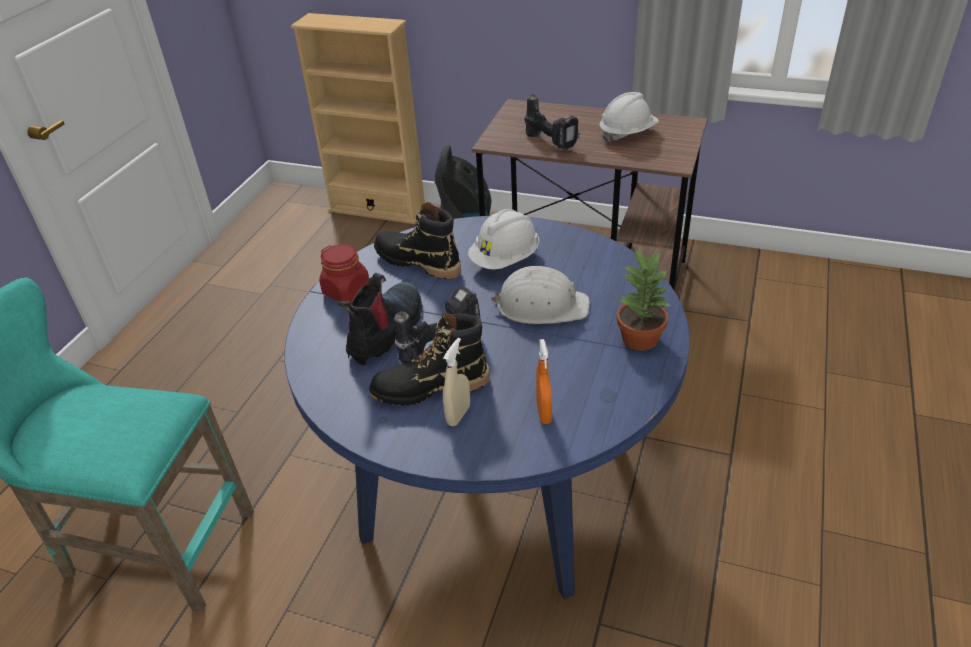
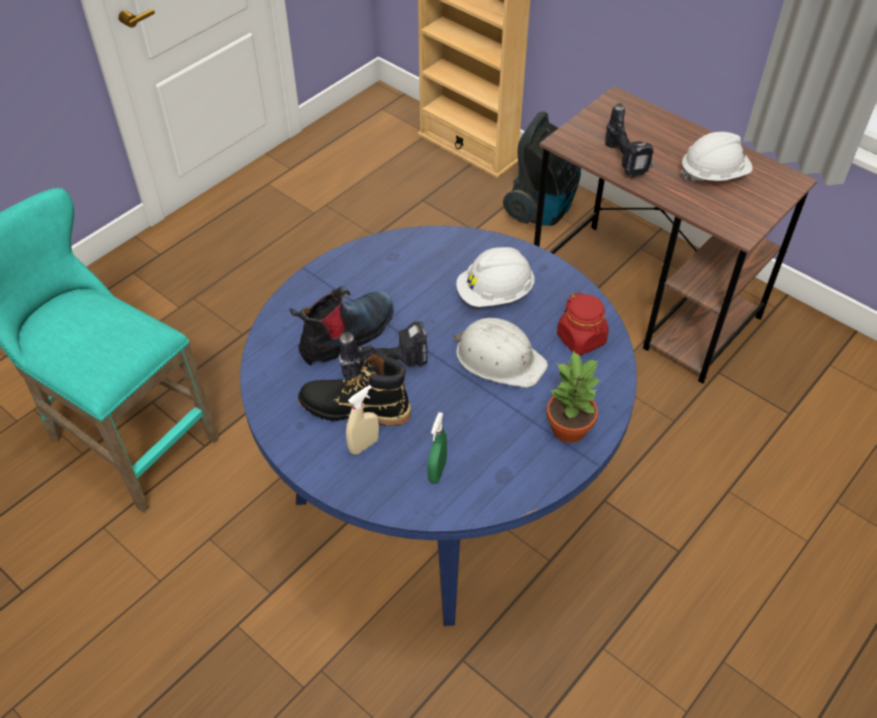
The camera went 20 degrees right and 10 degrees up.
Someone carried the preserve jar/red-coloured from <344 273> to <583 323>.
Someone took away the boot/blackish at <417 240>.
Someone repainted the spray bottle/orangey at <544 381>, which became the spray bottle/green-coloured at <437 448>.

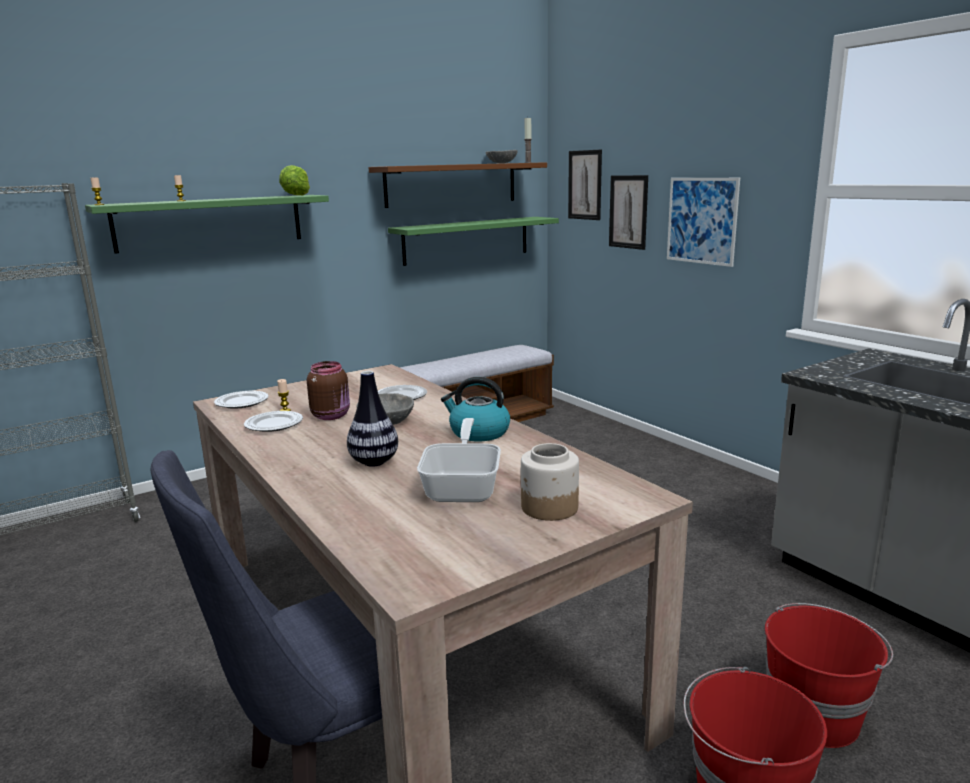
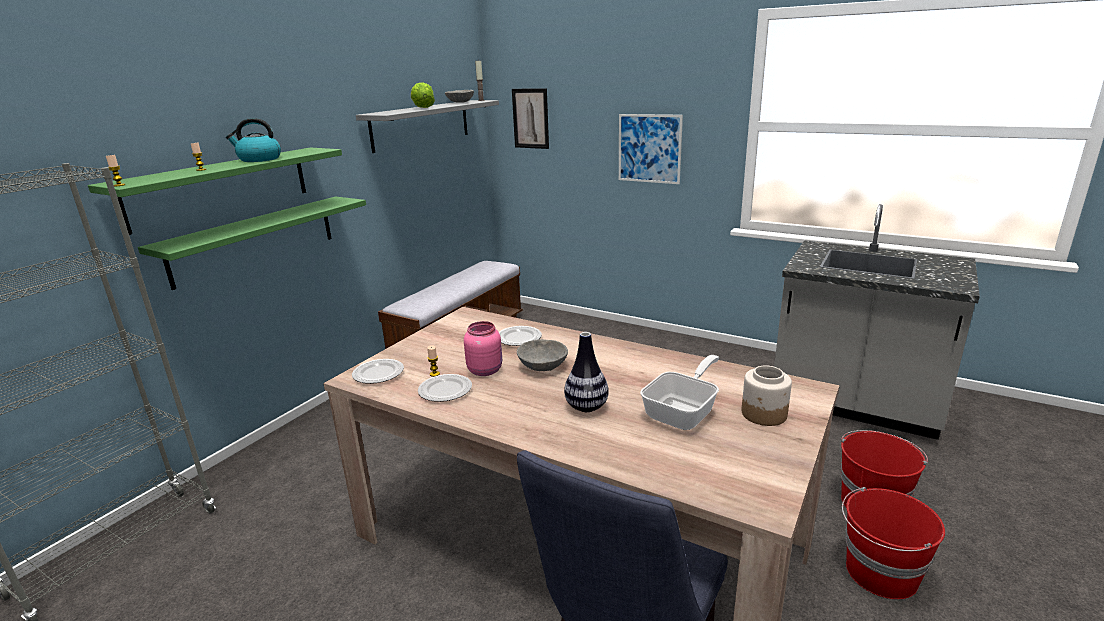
The camera went 25 degrees left and 5 degrees up.
Someone carried the lettuce head from <294 180> to <423 95>.
Someone repainted the preserve jar/brown-coloured at <328 390>, which became the preserve jar/pink at <483 348>.
Someone repainted the bracket shelf/brown-coloured at <458 185>, which became the bracket shelf/greyish at <427 126>.
Someone carried the bracket shelf/green-coloured from <473 241> to <252 243>.
Someone rotated the frying pan at <459 460> by 60 degrees clockwise.
Someone carried the water kettle from <475 409> to <253 140>.
Someone took away the wall art at <628 212>.

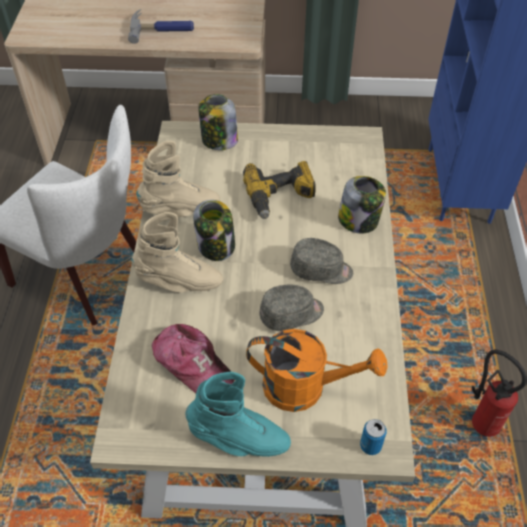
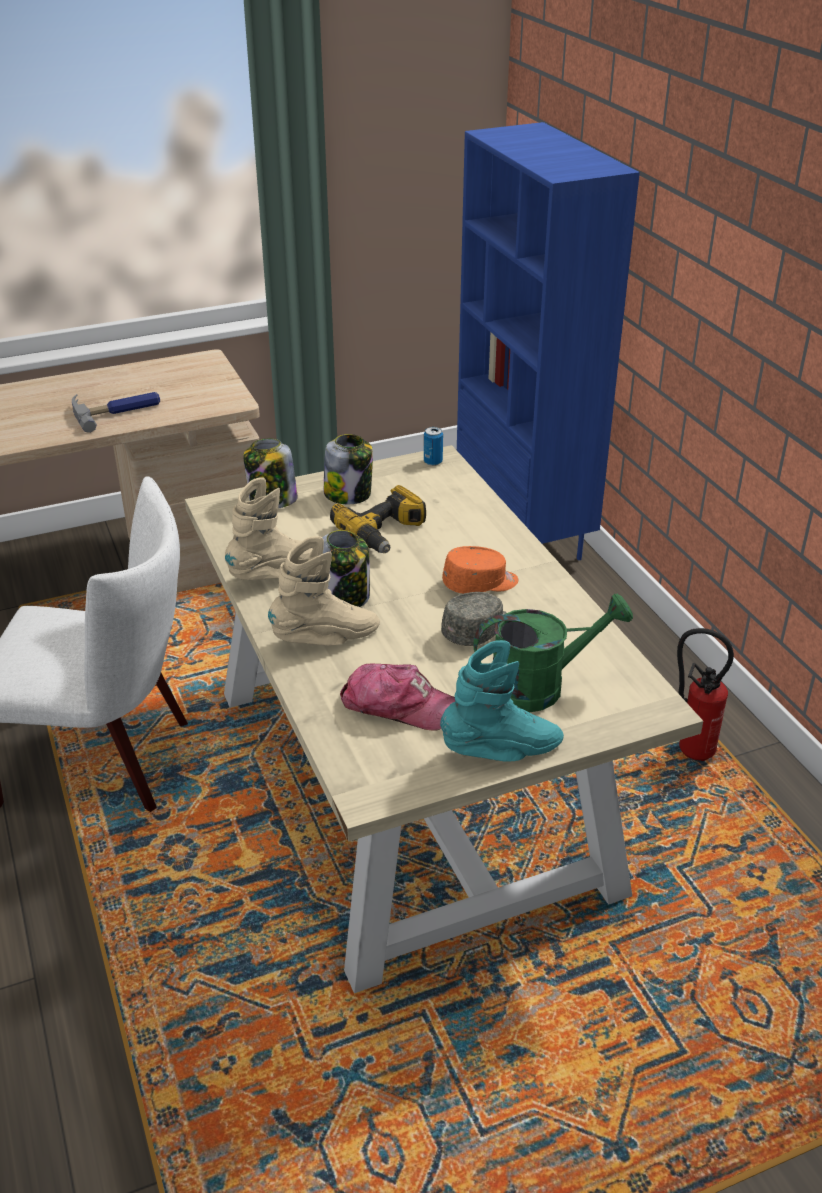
The camera went 25 degrees left and 15 degrees down.
Someone repainted the watering can/orangey at <316 370>, which became the watering can/green-coloured at <553 653>.
Someone repainted the cap/greyish at <321 261>, which became the cap/orangey at <480 570>.
Someone carried the preserve jar from <362 204> to <348 469>.
Someone carried the sealed can from <373 437> to <433 446>.

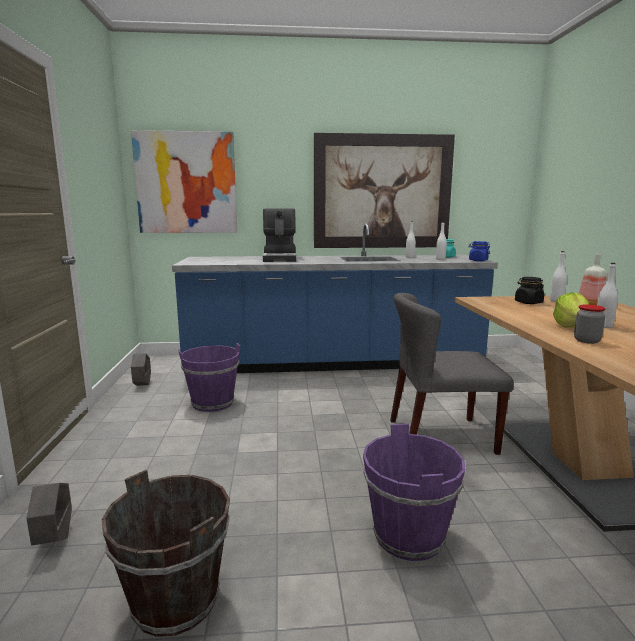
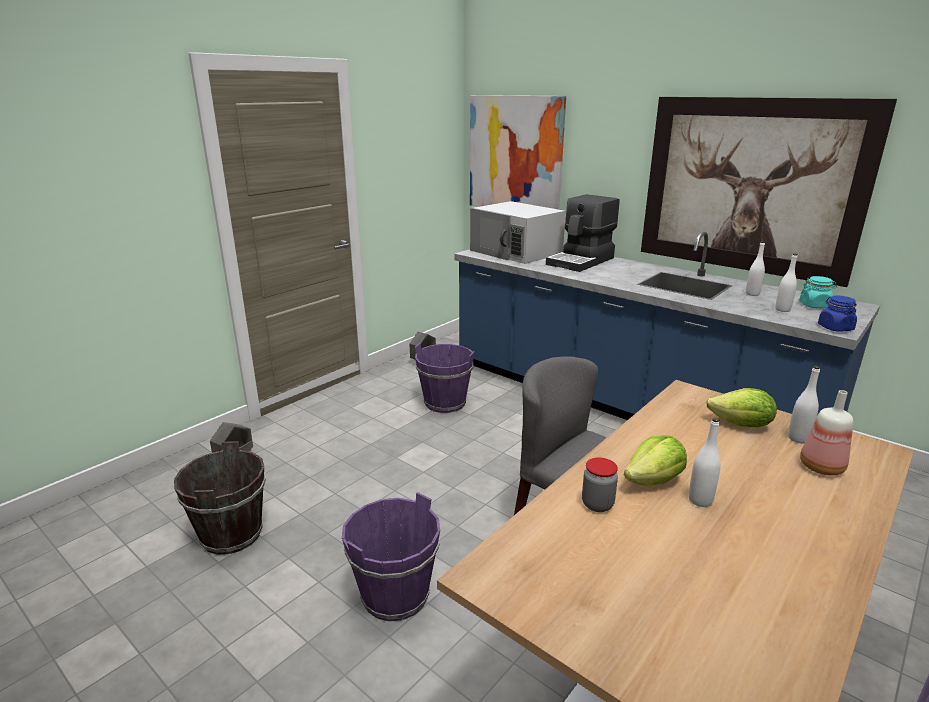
The camera went 45 degrees right and 10 degrees up.
Someone swapped the preserve jar/blackish at <529 290> for the lettuce head at <741 407>.
Someone put down the microwave oven/white at <518 232>.

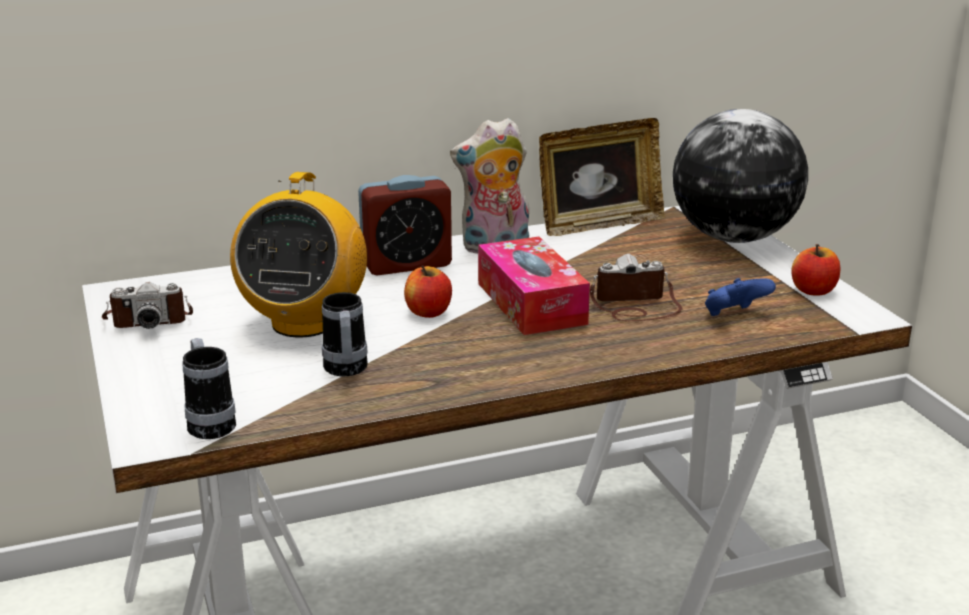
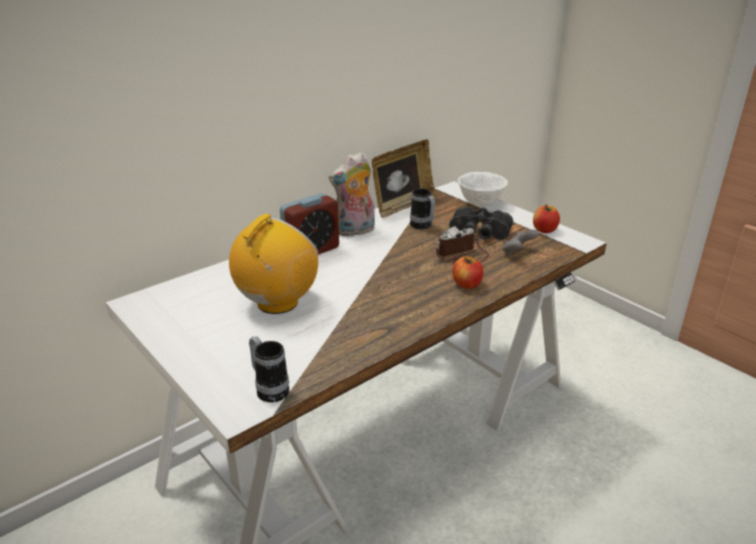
The camera went 20 degrees left and 5 degrees up.
Someone took away the still camera at <147 305>.
Someone rotated the radio receiver at <298 255> by 135 degrees counterclockwise.
Someone carried the mug from <345 334> to <422 208>.
Someone carried the apple fruit from <428 291> to <468 272>.
Someone took away the tissue holder at <534 285>.
Someone swapped the desk globe at <740 176> for the serving bowl/white at <483 189>.
Someone repainted the gamepad/blue at <740 297>, which became the gamepad/greyish at <520 242>.
Someone put down the pair of binoculars/blackish at <481 223>.

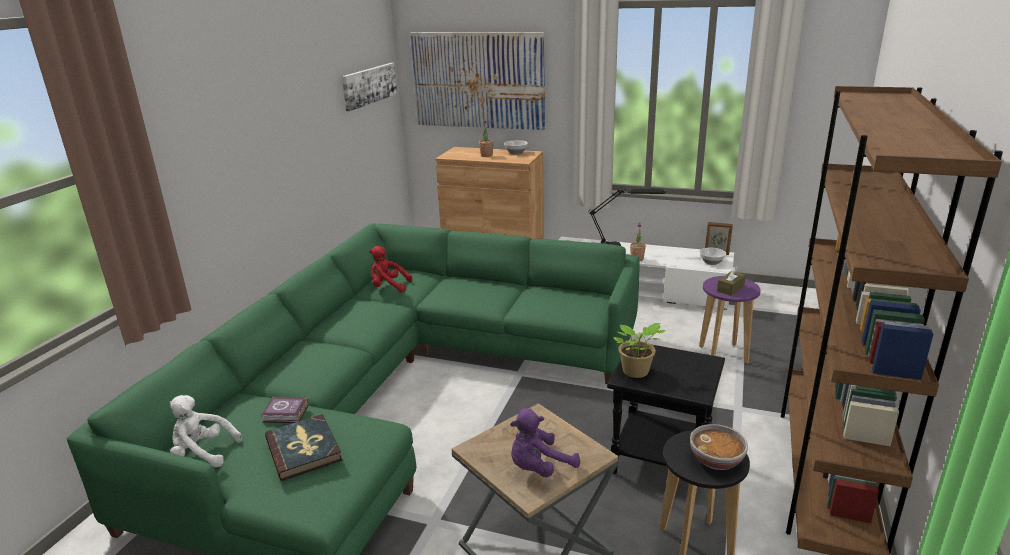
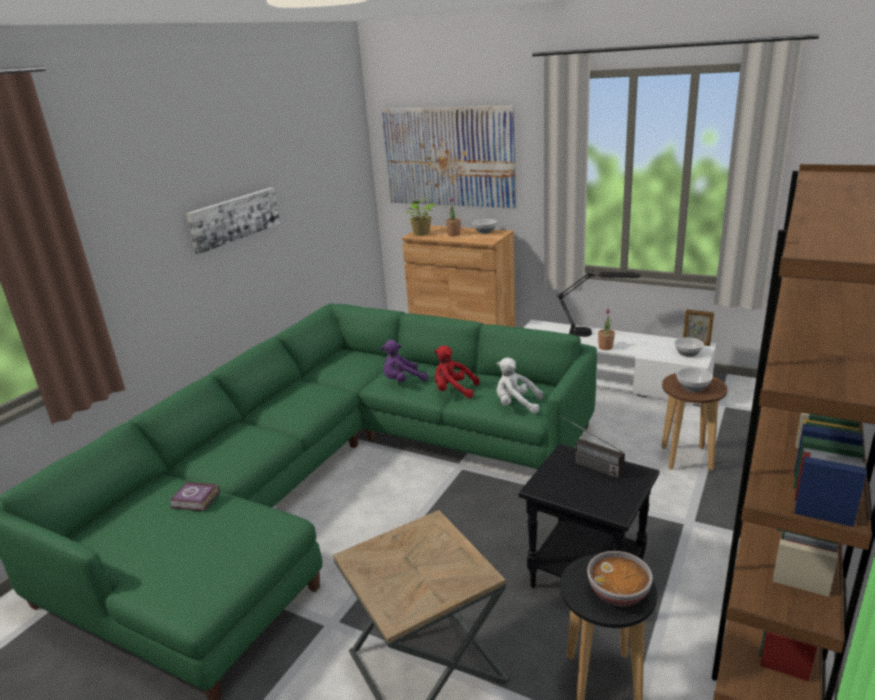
The camera went 10 degrees right and 0 degrees up.
Someone carried the soft toy/white from <206 431> to <520 385>.
Someone took away the book at <303 447>.
Someone carried the wall art from <369 87> to <233 220>.
Someone carried the soft toy/red-coloured from <391 269> to <457 372>.
Someone carried the soft toy/purplish from <545 443> to <404 361>.
Someone carried the houseplant from <639 350> to <421 217>.
Someone repainted the stool seat/purplish at <730 320>, which became the stool seat/brown-coloured at <694 422>.
Someone swapped the tissue holder/brown-coloured at <731 281> for the serving bowl at <694 379>.
Someone put down the radio receiver at <591 446>.

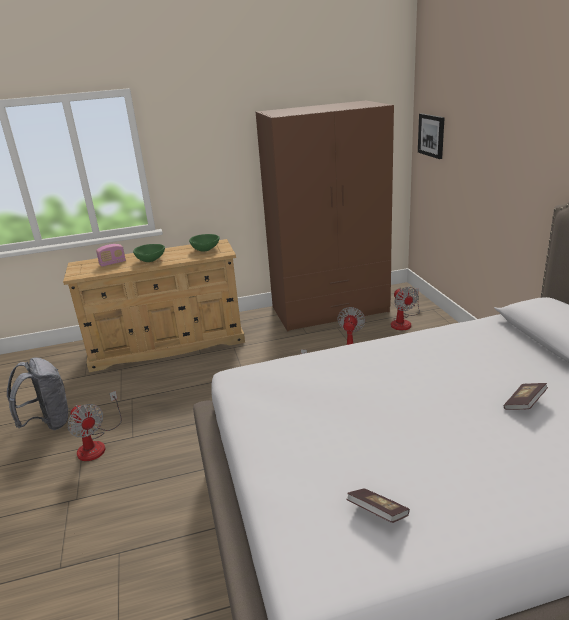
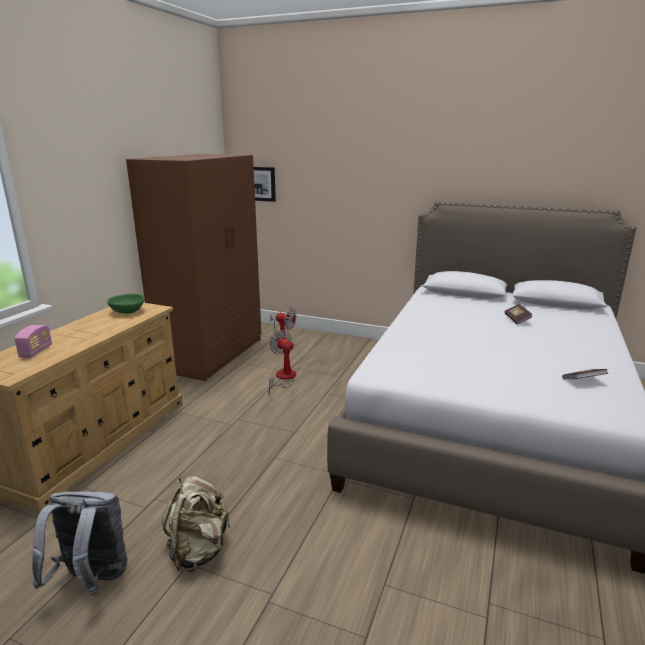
The camera went 55 degrees left and 5 degrees down.
Someone swapped the electric fan at <94 425> for the knapsack/beige-coloured at <196 524>.
Someone took away the serving bowl/green-coloured at <149 253>.

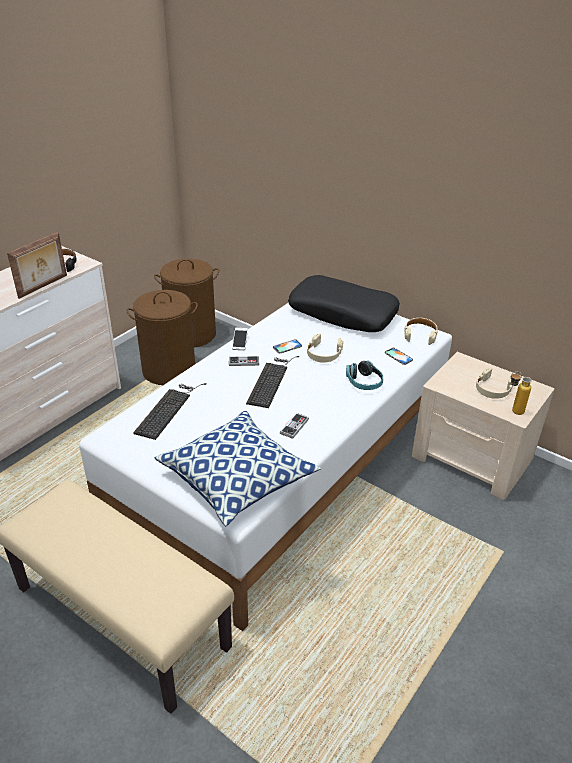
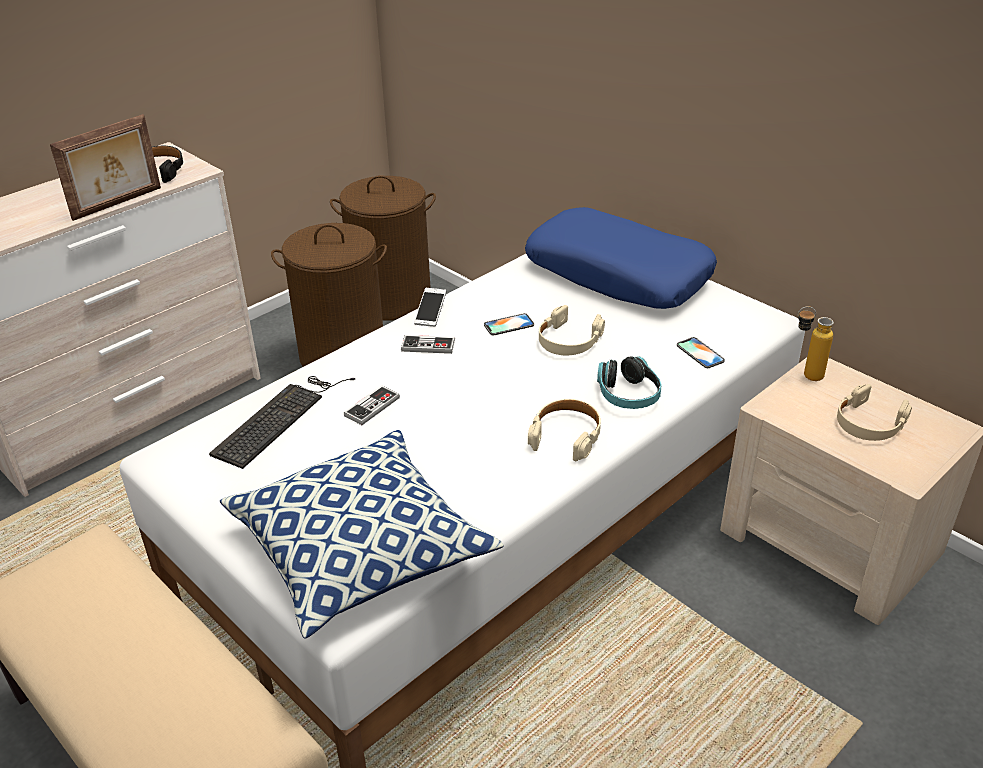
The camera went 10 degrees right and 0 degrees up.
Someone took away the computer keyboard at <272 382>.
Someone carried the gamepad from <294 426> to <372 405>.
Someone repainted the throw pillow/blackish at <344 303>, which became the throw pillow/blue at <621 258>.
Someone carried the headphones/beige-coloured from <421 331> to <564 430>.
Someone carried the bottle from <521 393> to <816 343>.

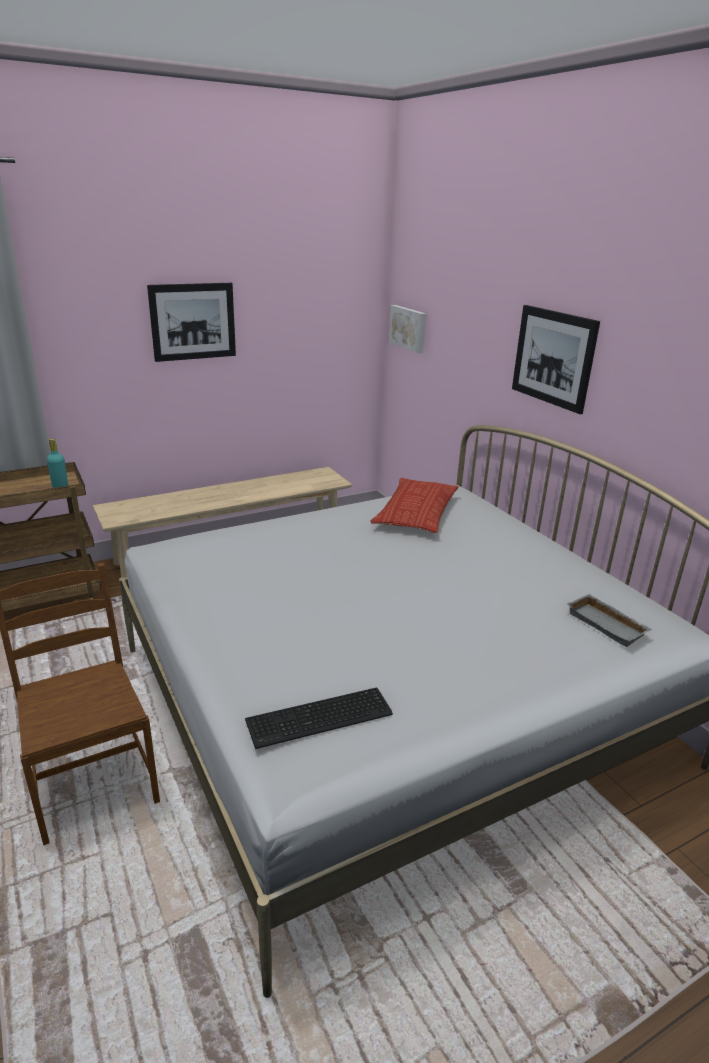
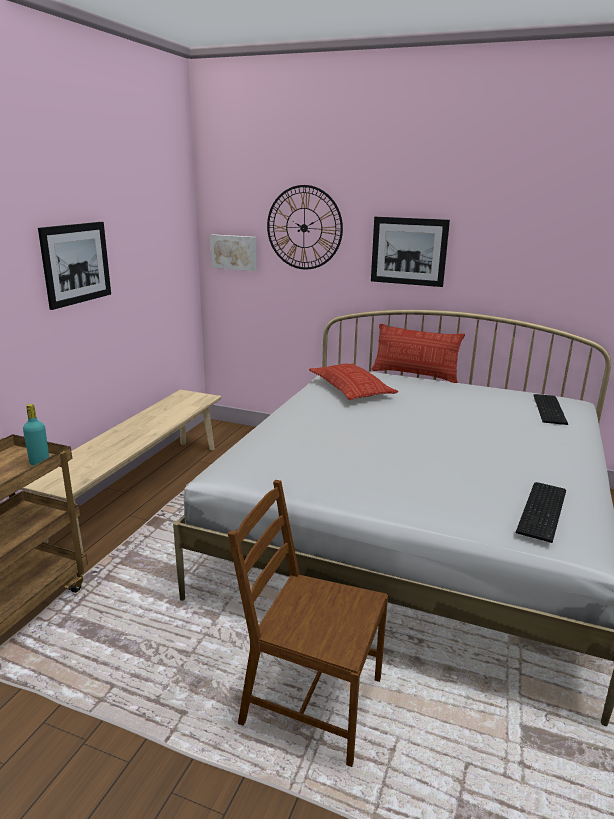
The camera went 40 degrees left and 5 degrees down.
Someone swapped the serving tray/greyish at <609 620> for the computer keyboard at <550 409>.
Someone put up the wall clock at <305 227>.
Someone put down the throw pillow at <418 353>.

